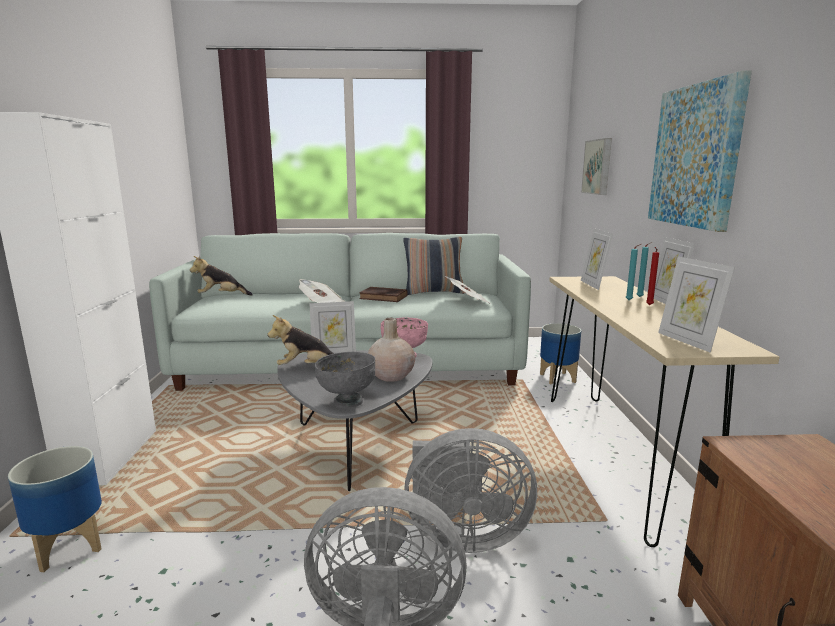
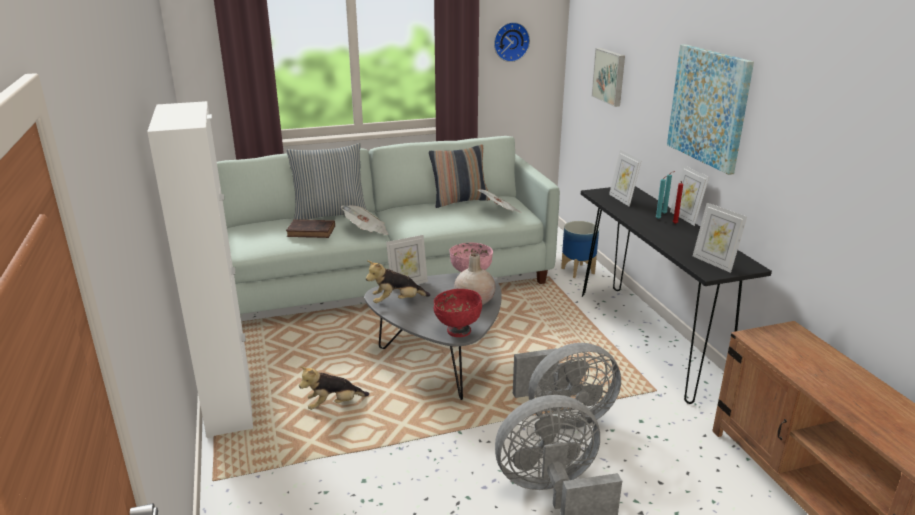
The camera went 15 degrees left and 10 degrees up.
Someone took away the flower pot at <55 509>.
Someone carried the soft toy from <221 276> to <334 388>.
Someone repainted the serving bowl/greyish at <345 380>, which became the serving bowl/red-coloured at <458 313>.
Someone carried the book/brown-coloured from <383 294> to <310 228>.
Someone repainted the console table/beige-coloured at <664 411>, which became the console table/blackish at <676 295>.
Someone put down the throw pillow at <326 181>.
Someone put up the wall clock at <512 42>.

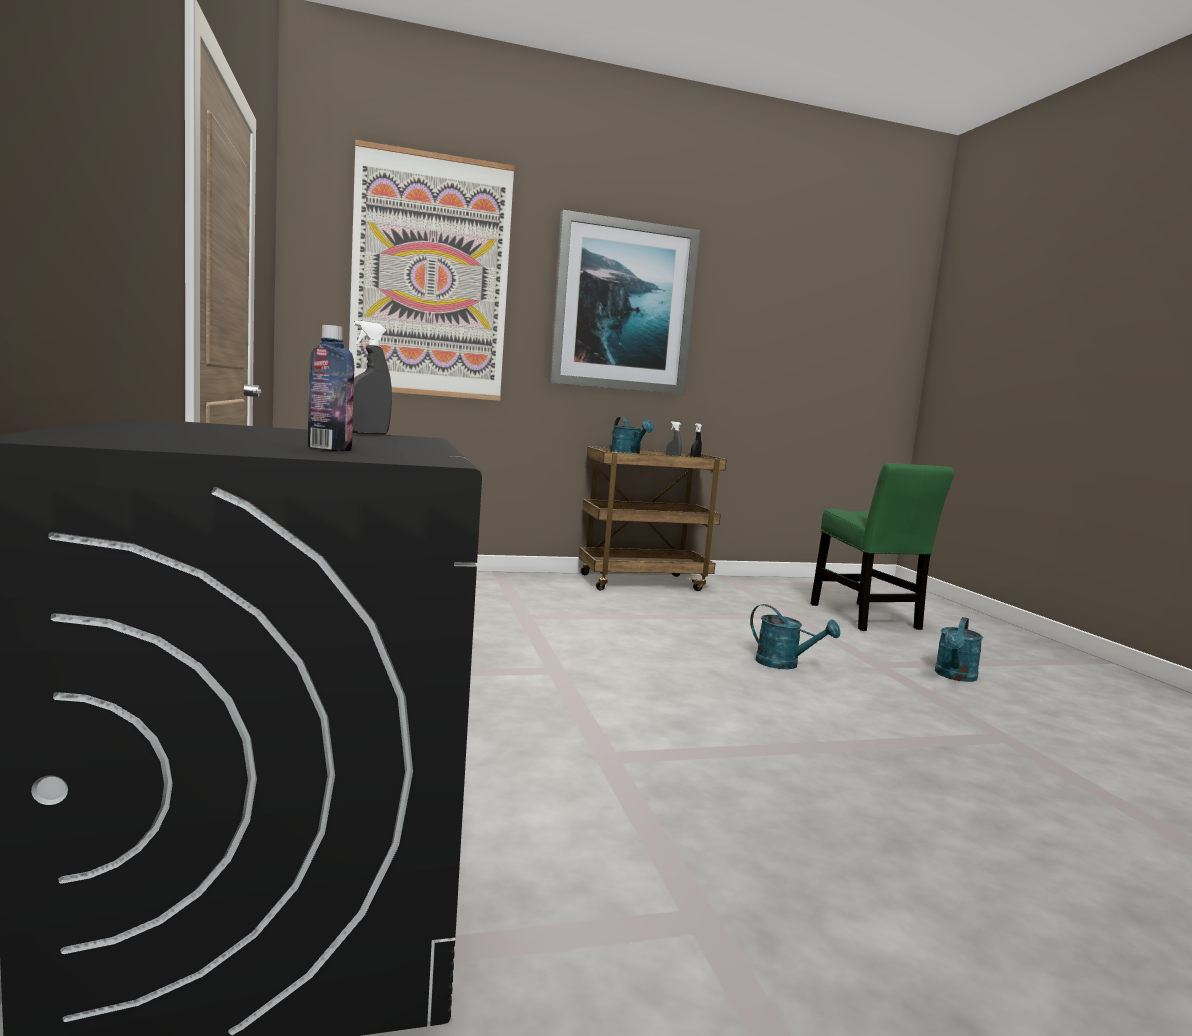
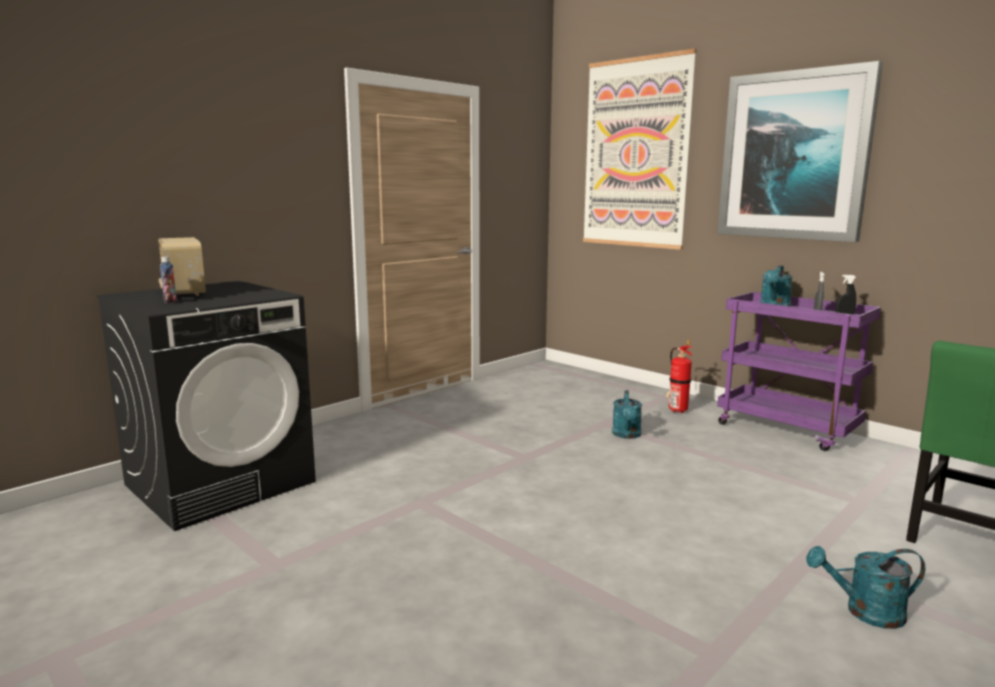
The camera went 60 degrees right and 5 degrees up.
Someone took away the spray bottle/greyish at <372 378>.
Someone repainted the wheeled cart/brown-coloured at <653 518>, which became the wheeled cart/purplish at <799 371>.
Someone carried the watering can/turquoise-coloured from <795 636> to <627 414>.
Someone put down the radio receiver at <182 266>.
Someone put down the fire extinguisher at <679 376>.

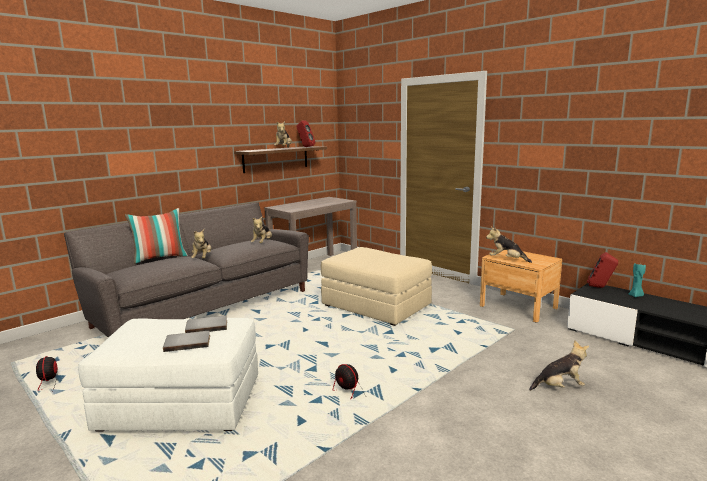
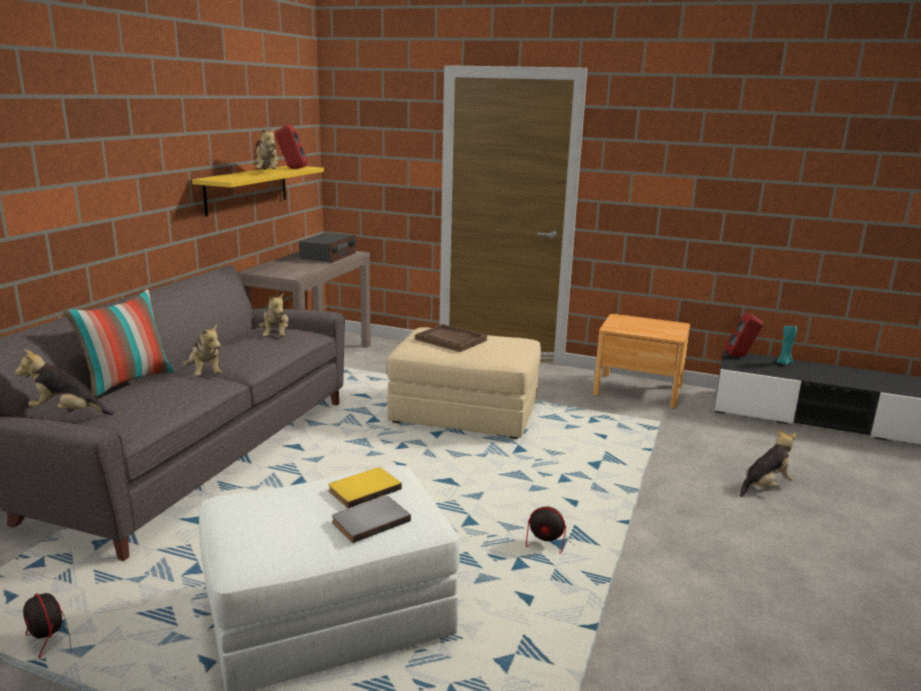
The camera went 25 degrees left and 5 degrees up.
Someone repainted the book/greyish at <206 324>, which became the book/yellow at <365 487>.
Someone repainted the bracket shelf/brown-coloured at <280 159>, which became the bracket shelf/yellow at <258 191>.
Someone carried the soft toy from <509 245> to <65 382>.
Someone put down the radio receiver at <327 248>.
Someone put down the serving tray/brown-coloured at <451 338>.

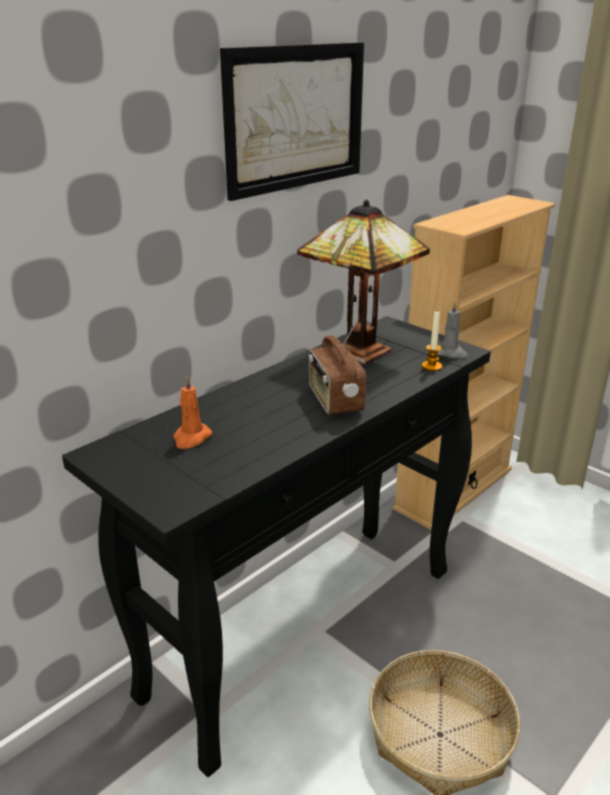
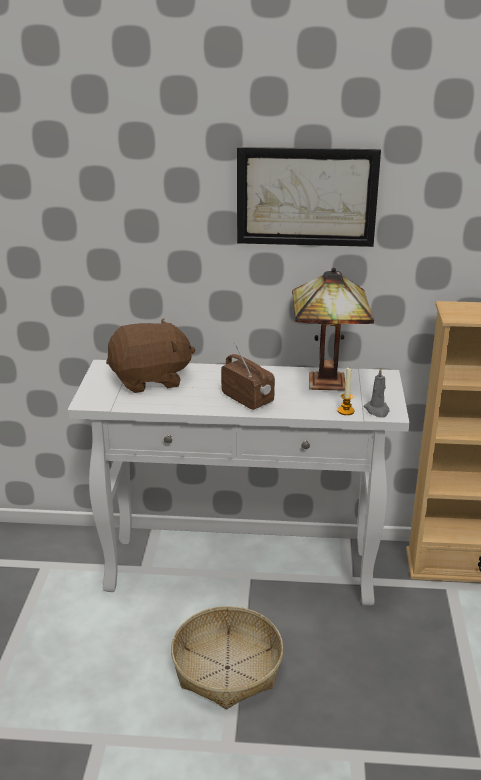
The camera went 50 degrees right and 0 degrees up.
Someone repainted the console table/blackish at <276 546>, which became the console table/white at <239 483>.
Someone swapped the wax candle/orangey at <192 412> for the soft toy/brown-coloured at <150 355>.
Someone rotated the radio receiver at <337 370> by 105 degrees clockwise.

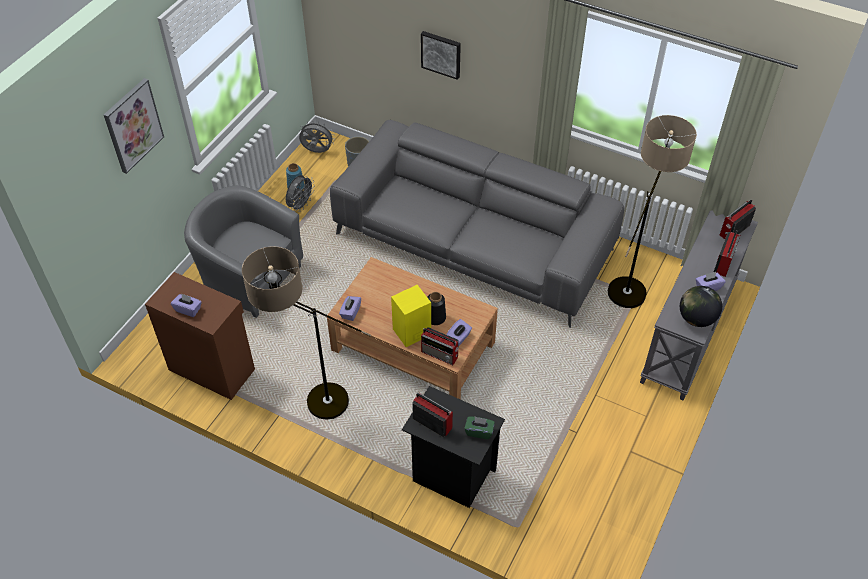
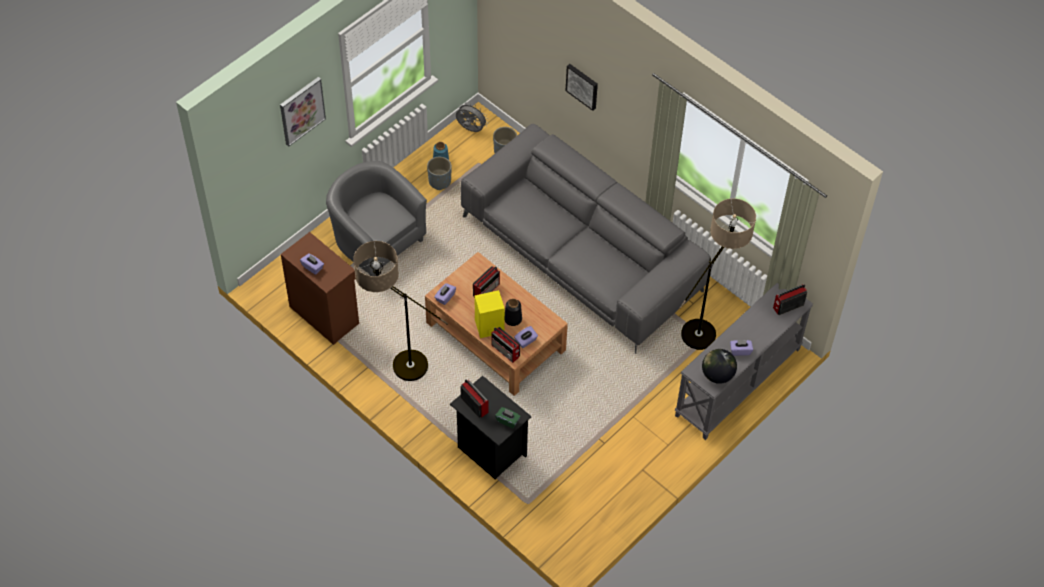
The camera went 15 degrees right and 5 degrees up.
Someone swapped the electric fan/greyish at <300 193> for the flower pot/greyish at <439 173>.
Someone carried the radio receiver from <727 253> to <486 281>.

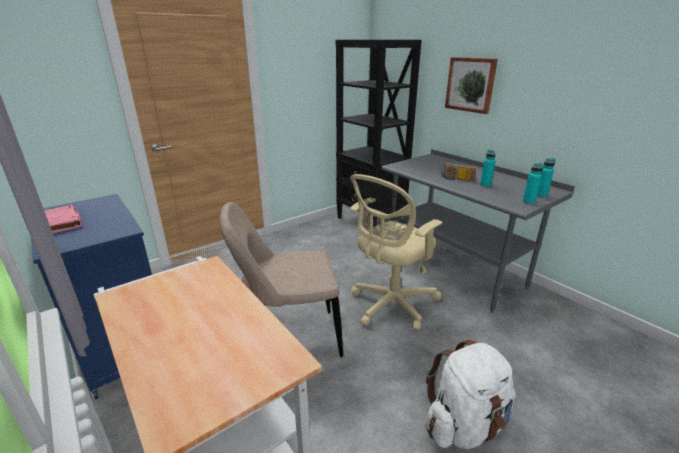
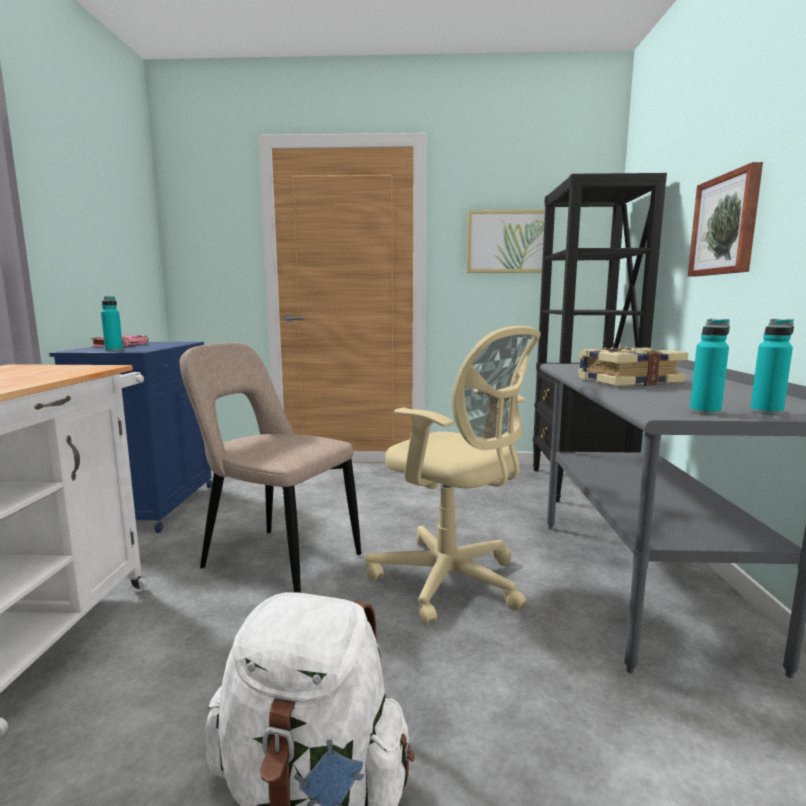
The camera went 40 degrees right and 15 degrees down.
Someone rotated the office chair/beige-coloured at <396 252> by 135 degrees counterclockwise.
Someone swapped the radio receiver at <458 172> for the book at <633 366>.
Someone carried the bottle/turquoise-coloured from <488 168> to <112 323>.
Someone put up the wall art at <506 241>.

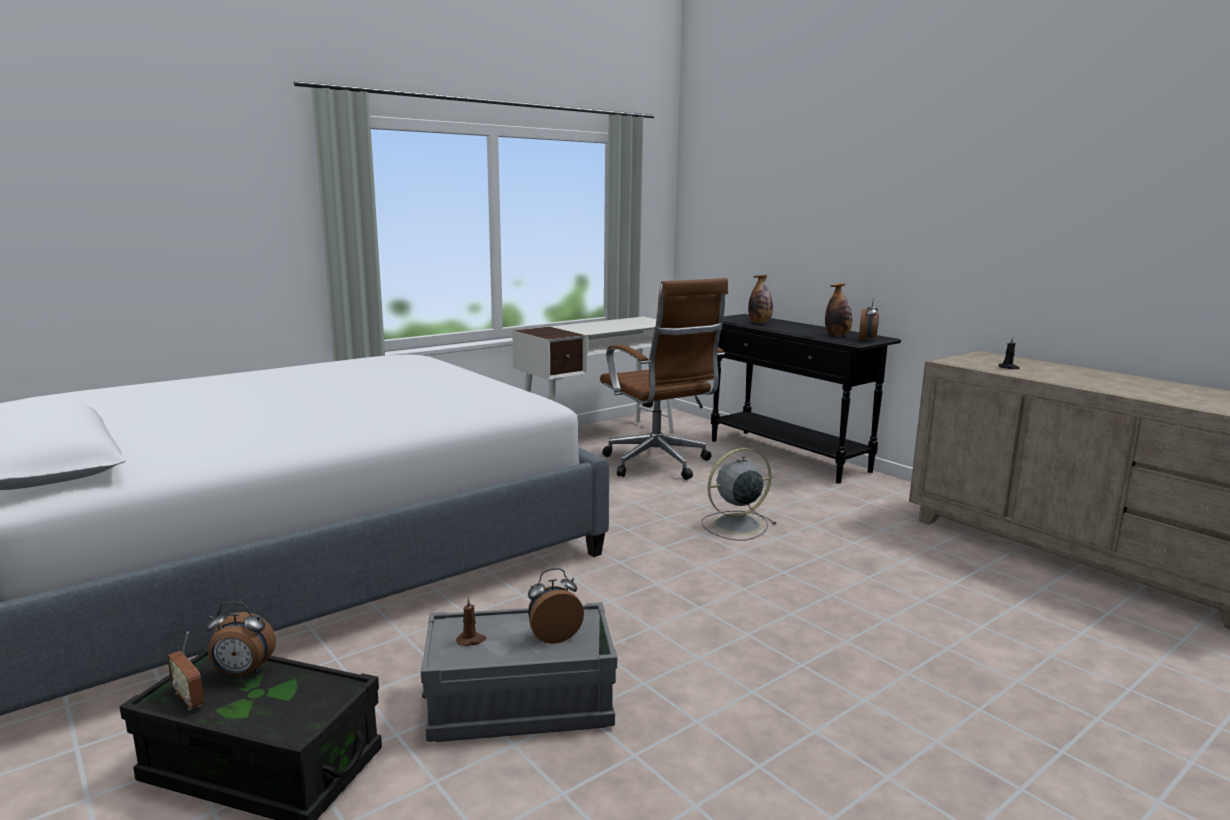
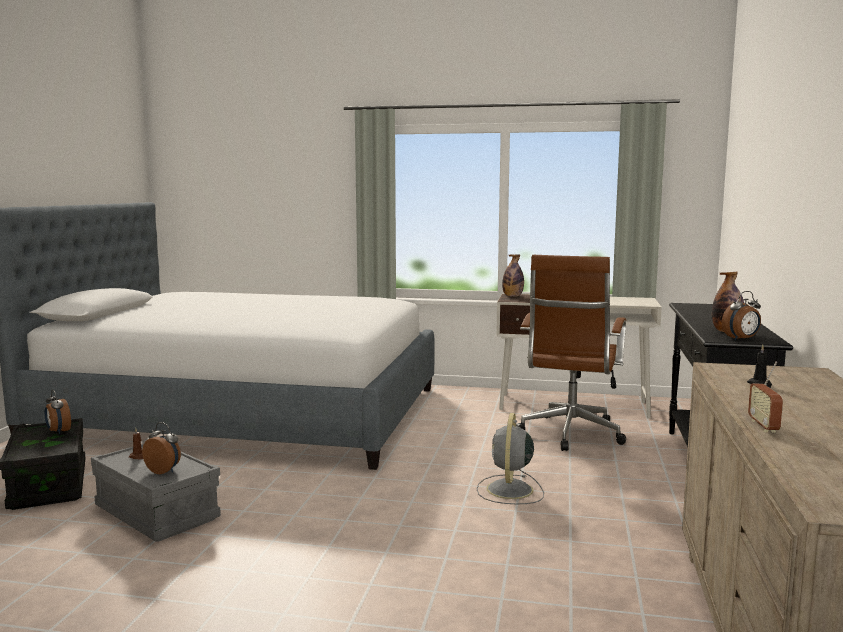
The camera went 50 degrees right and 5 degrees down.
Someone carried the radio receiver from <185 670> to <765 397>.
Someone rotated the electric fan/greyish at <739 494> by 105 degrees counterclockwise.
Someone carried the bottle from <760 299> to <513 275>.

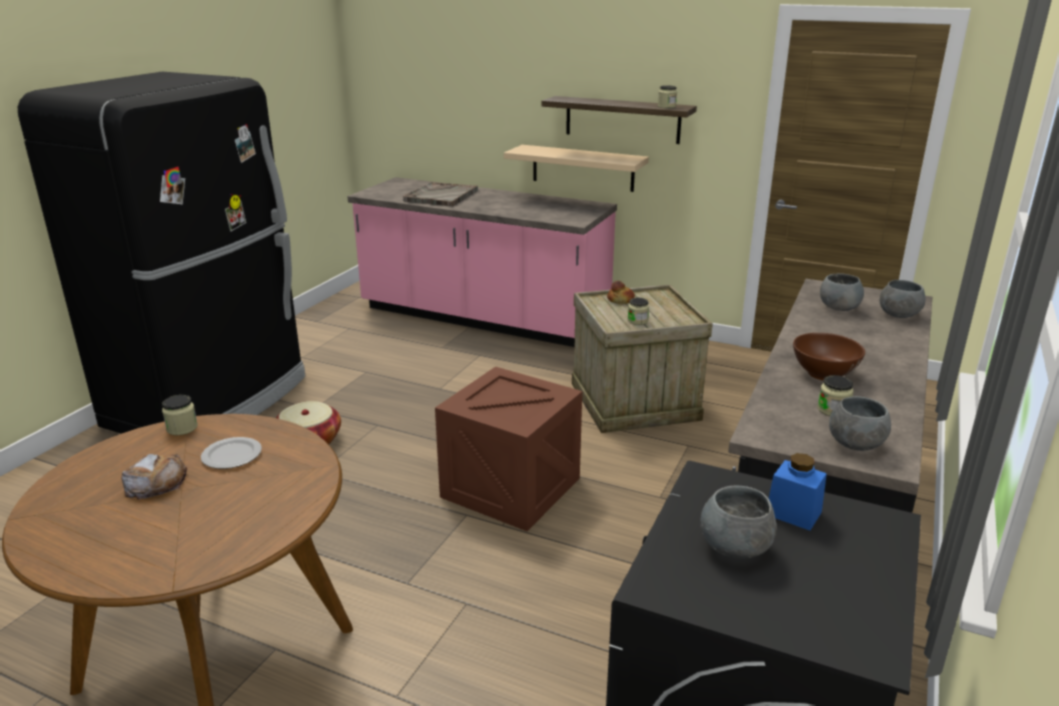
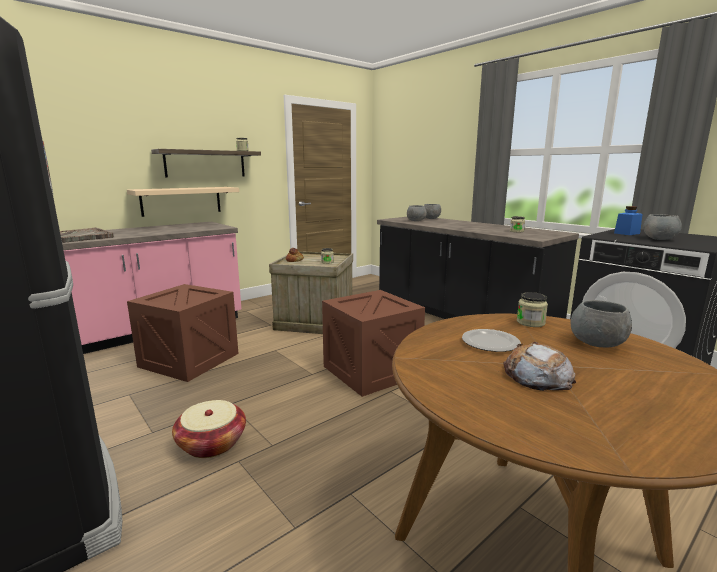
The camera went 65 degrees left and 10 degrees down.
Someone carried the preserve jar from <180 415> to <532 309>.
Someone took away the serving bowl/brown-coloured at <829 357>.
Someone carried the serving bowl/greyish from <860 423> to <601 323>.
Someone put down the packing crate at <183 333>.

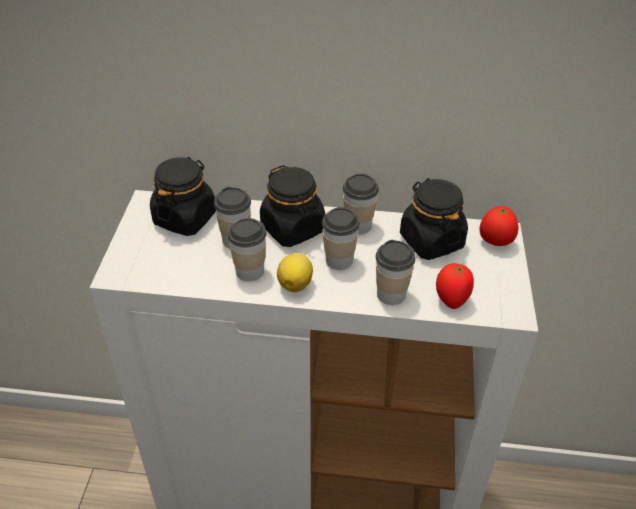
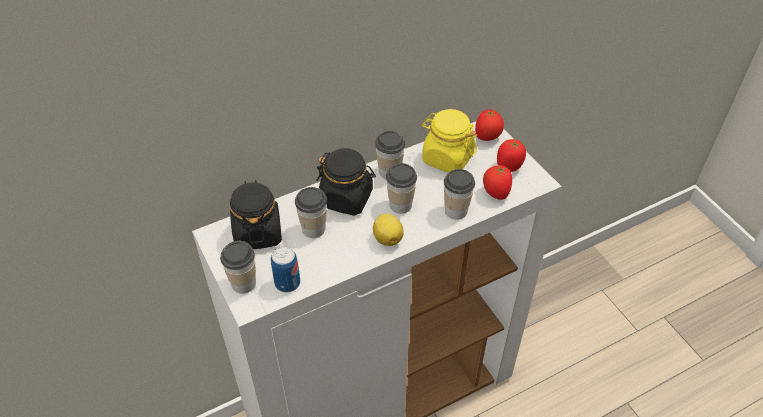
The camera went 35 degrees left and 5 degrees up.
Someone carried the cup from <247 250> to <238 267>.
Someone repainted the preserve jar/blackish at <434 219>, which became the preserve jar/yellow at <449 141>.
Someone put down the sealed can at <285 269>.
Someone put down the whole tomato at <511 155>.

